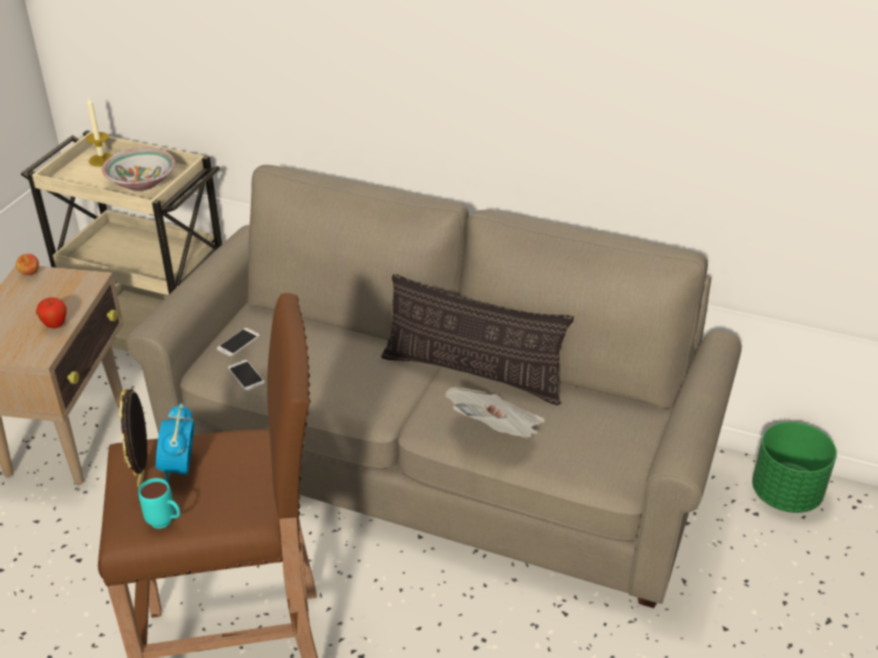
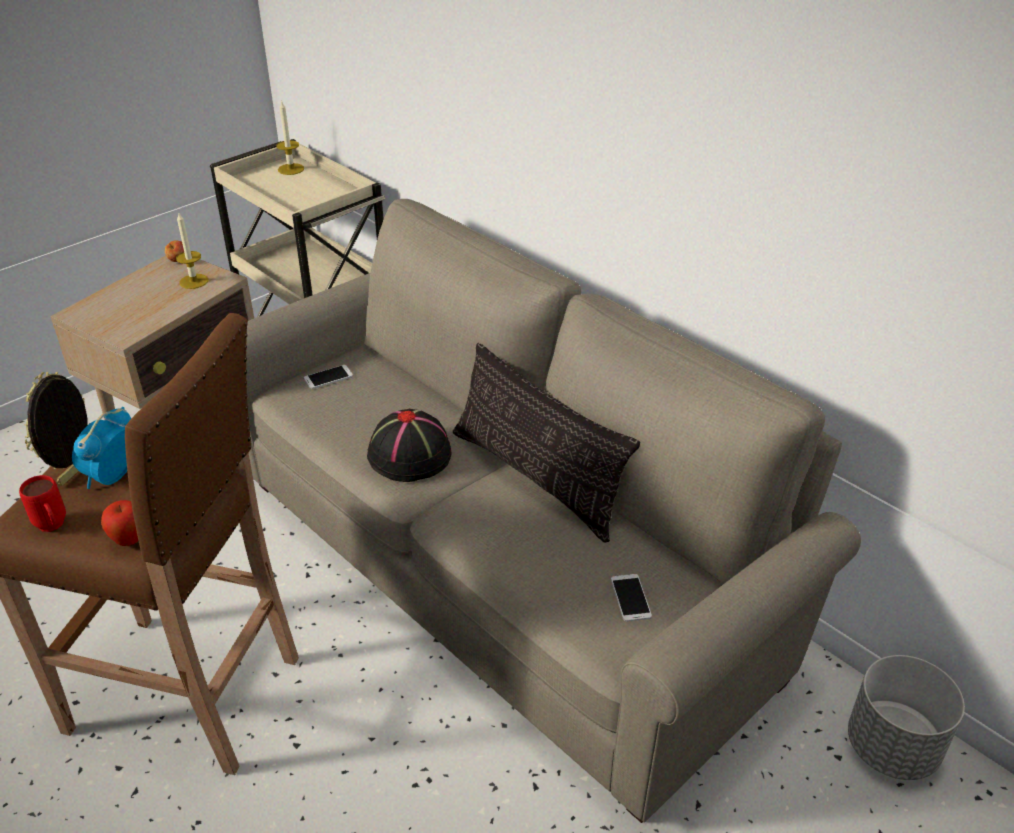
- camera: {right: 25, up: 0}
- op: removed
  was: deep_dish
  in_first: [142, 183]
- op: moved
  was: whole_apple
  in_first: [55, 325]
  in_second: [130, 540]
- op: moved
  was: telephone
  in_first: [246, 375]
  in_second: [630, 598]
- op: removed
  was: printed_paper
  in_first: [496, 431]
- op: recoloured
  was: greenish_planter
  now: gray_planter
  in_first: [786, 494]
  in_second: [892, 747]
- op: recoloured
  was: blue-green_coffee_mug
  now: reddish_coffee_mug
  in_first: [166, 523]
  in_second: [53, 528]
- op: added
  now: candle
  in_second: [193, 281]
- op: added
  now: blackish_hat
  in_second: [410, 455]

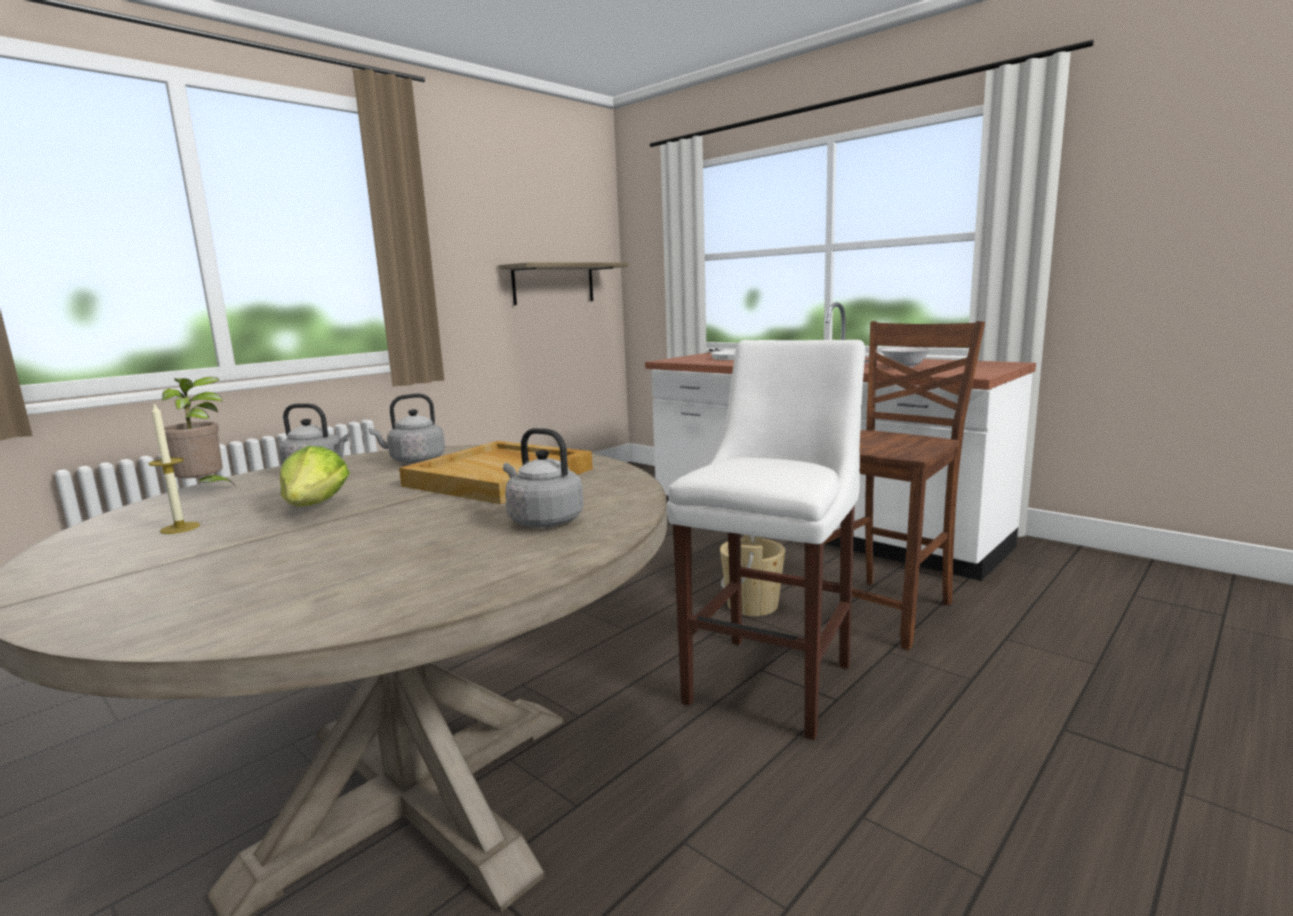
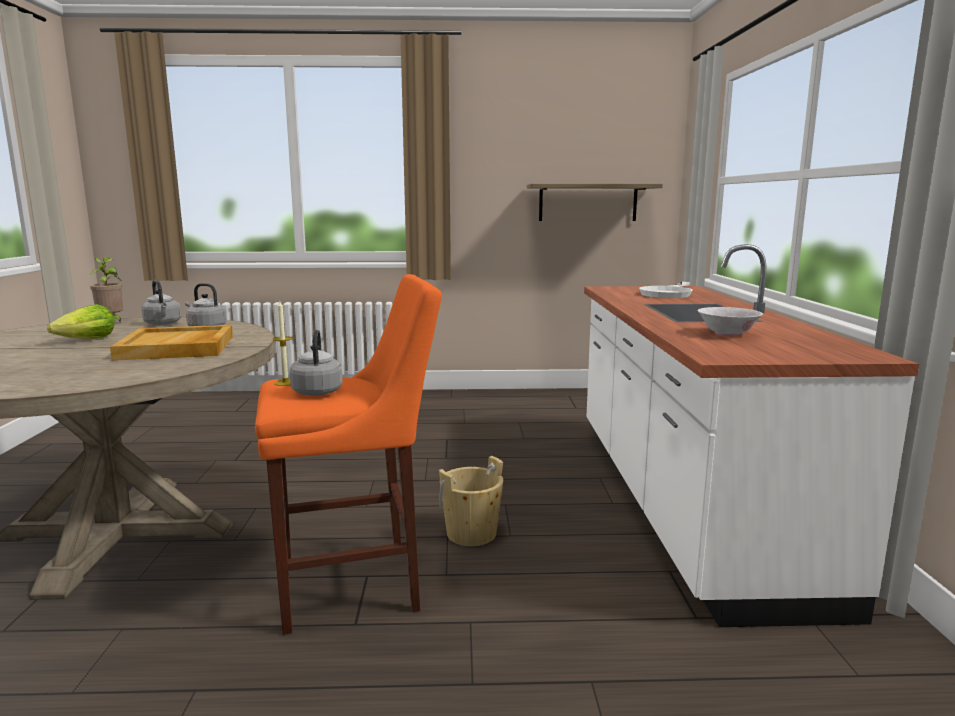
- camera: {right: 45, up: 0}
- op: removed
  was: brown_upright_chair
  in_first: [886, 611]
- op: recoloured
  was: white-coloured_sitting_stool
  now: orange-coloured_sitting_stool
  in_first: [773, 679]
  in_second: [357, 586]
- op: moved
  was: candle
  in_first: [180, 528]
  in_second: [285, 382]
- op: moved
  was: gray_kettle
  in_first: [543, 520]
  in_second: [317, 391]

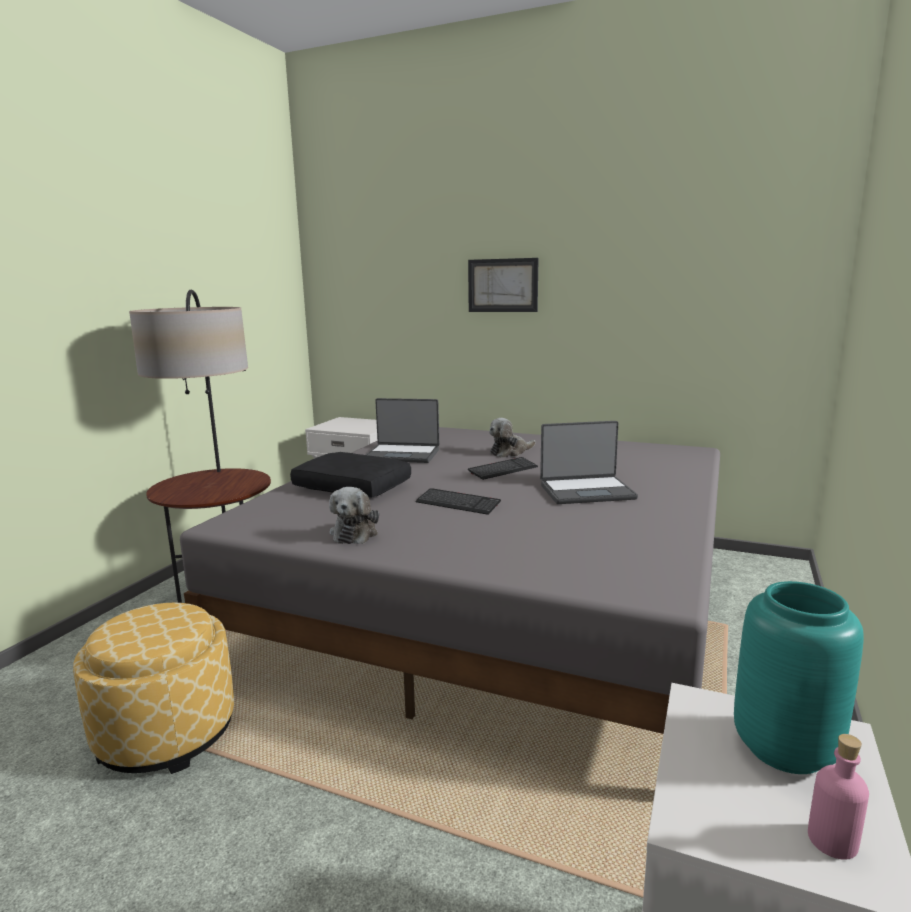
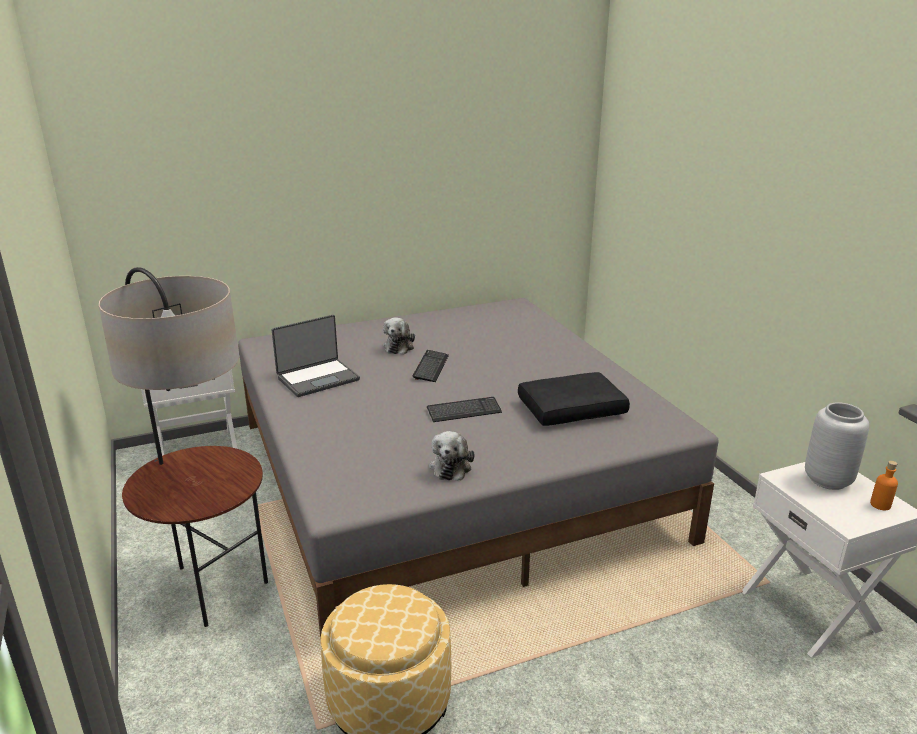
- camera: {right: -45, up: 10}
- op: removed
  was: wall_art
  in_first: [503, 285]
- op: removed
  was: portable_computer
  in_first: [586, 491]
- op: moved
  was: blackish_pillow
  in_first: [354, 486]
  in_second: [571, 408]
- op: turned
  was: soft_toy
  in_first: [355, 533]
  in_second: [451, 466]
  clockwise: 45
- op: recoloured
  was: blue-green_vase
  now: gray_vase
  in_first: [783, 747]
  in_second: [826, 480]
- op: recoloured
  was: pink-coloured_drink_bottle
  now: orange-coloured_drink_bottle
  in_first: [832, 840]
  in_second: [880, 505]

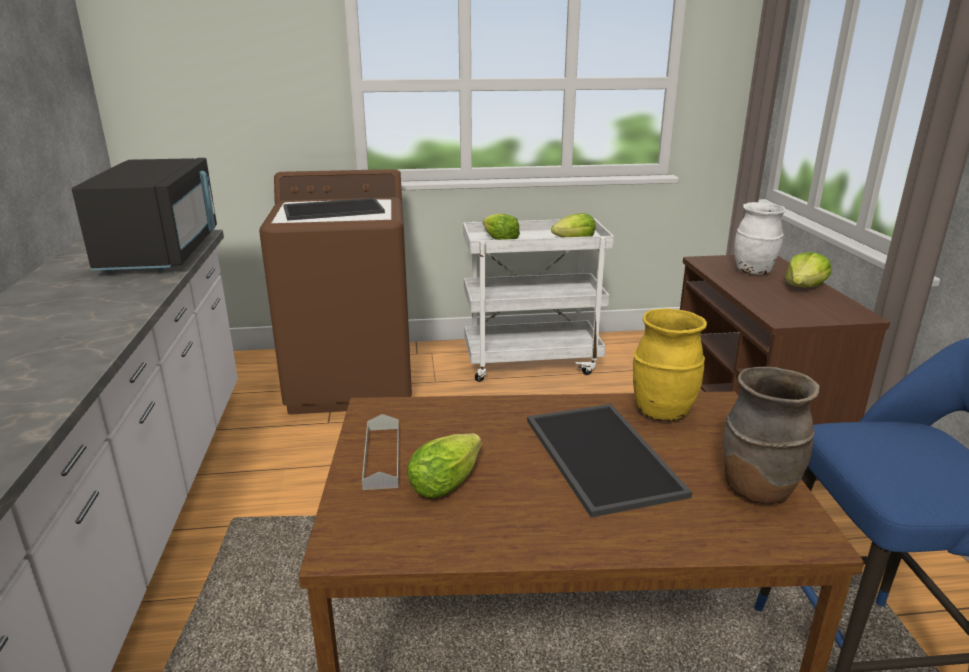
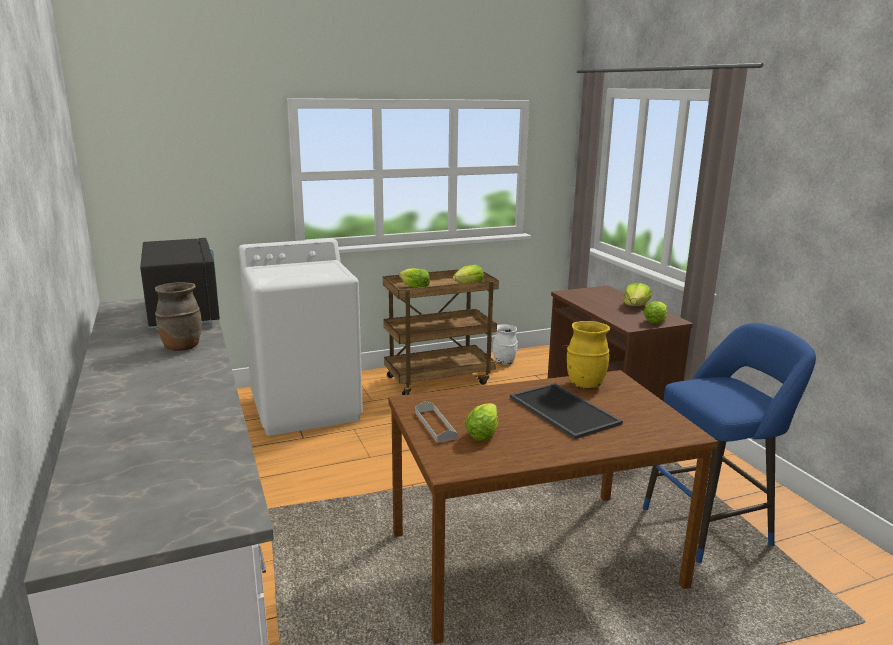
- camera: {right: -15, up: -5}
- op: recoloured
  was: brown_laundry_machine
  now: white-coloured_laundry_machine
  in_first: [352, 382]
  in_second: [306, 407]
- op: removed
  was: carrying_tray
  in_first: [334, 209]
- op: moved
  was: white-coloured_vase
  in_first: [753, 271]
  in_second: [504, 362]
- op: recoloured
  was: white-coloured_wheeled_cart
  now: brown_wheeled_cart
  in_first: [532, 362]
  in_second: [439, 379]
- op: moved
  was: brown_vase
  in_first: [756, 489]
  in_second: [181, 347]
- op: added
  now: lettuce
  in_second: [656, 320]

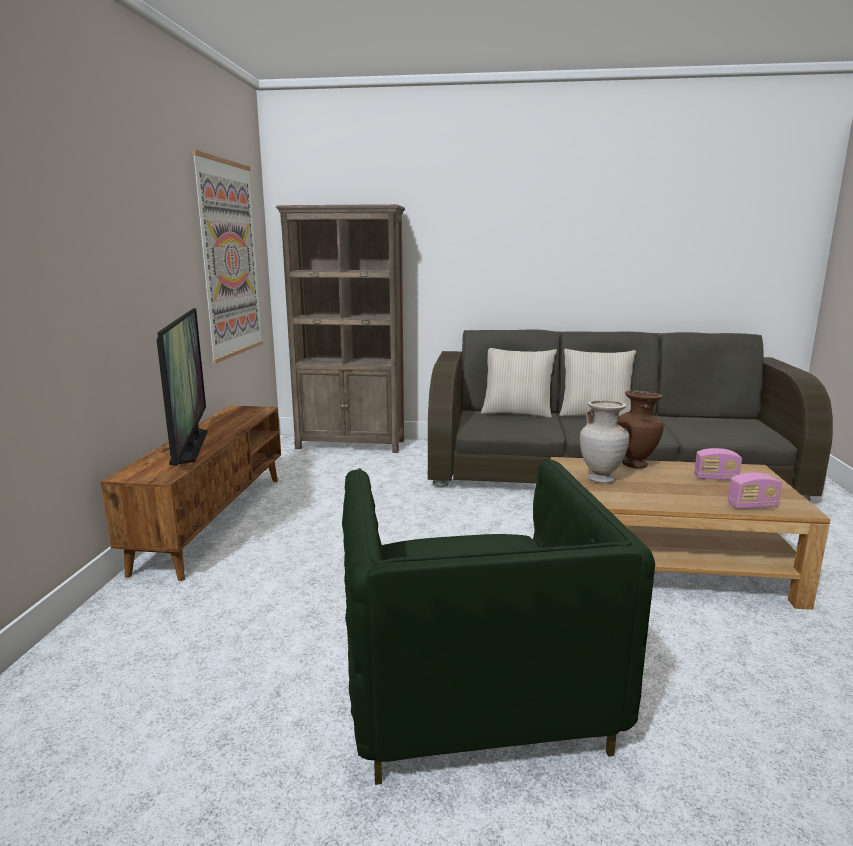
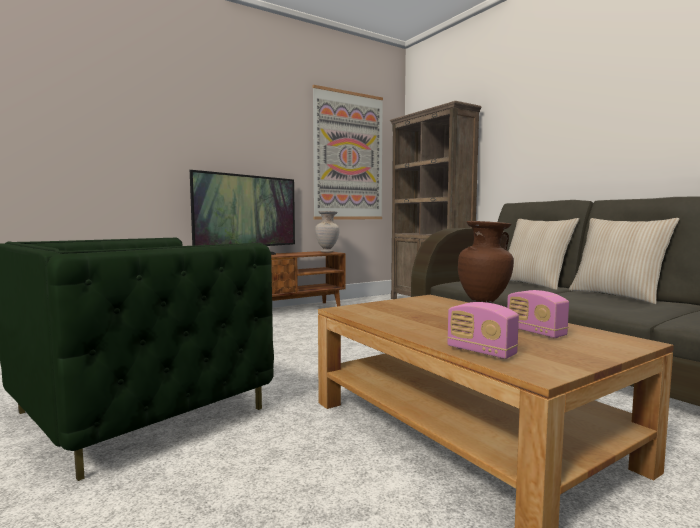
- camera: {right: 50, up: -10}
- op: moved
  was: sand-coloured_vase
  in_first: [601, 479]
  in_second: [327, 252]

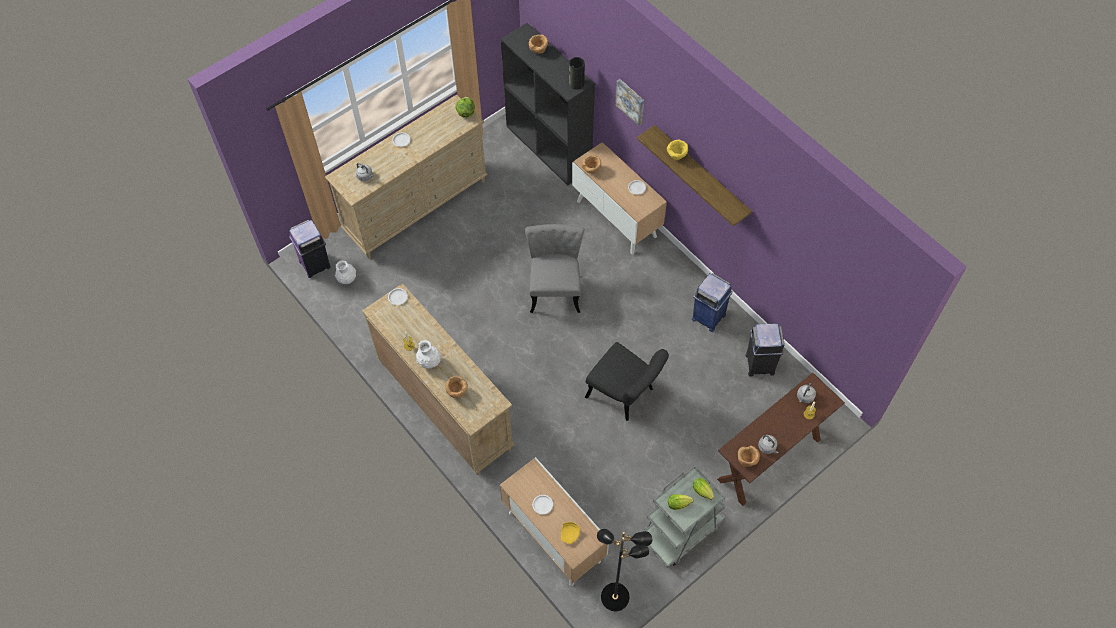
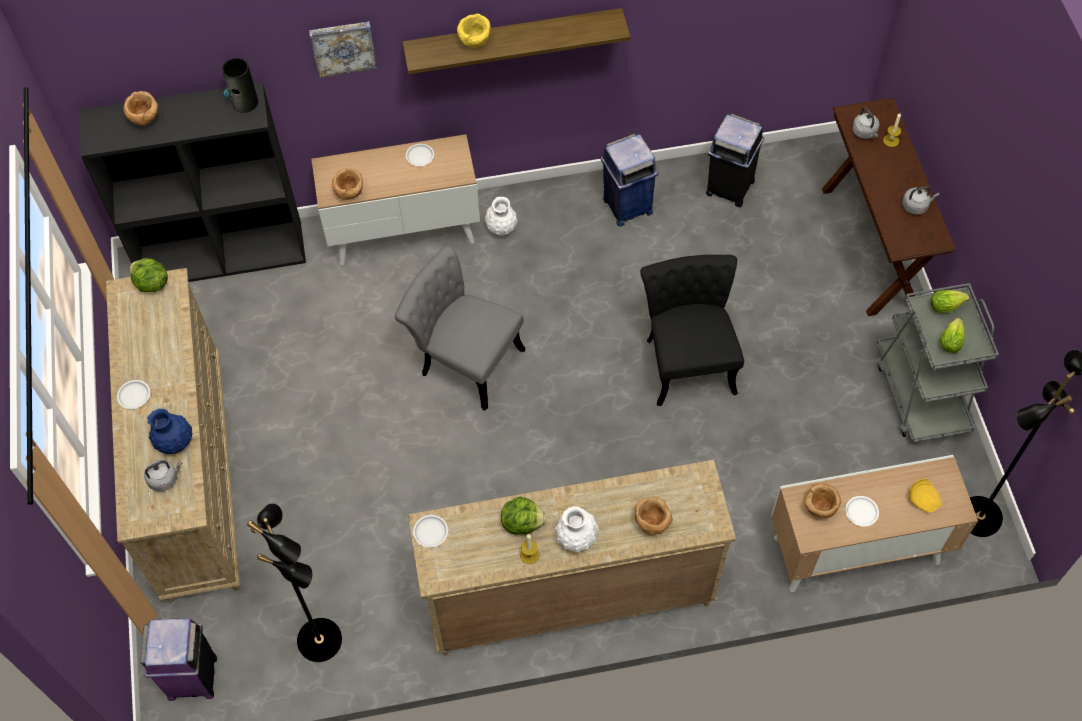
- camera: {right: -60, up: 0}
- op: moved
  was: white-coloured_vase
  in_first: [347, 279]
  in_second: [501, 228]
- op: turned
  was: blackish_upright_chair
  in_first: [624, 395]
  in_second: [687, 359]
  clockwise: -75
- op: moved
  was: brown_deep_dish
  in_first: [746, 460]
  in_second: [819, 508]
- op: added
  now: blue-coloured_vase
  in_second: [175, 443]
- op: added
  now: lettuce
  in_second: [522, 523]
- op: added
  now: blackish_floor_lamp
  in_second: [321, 640]

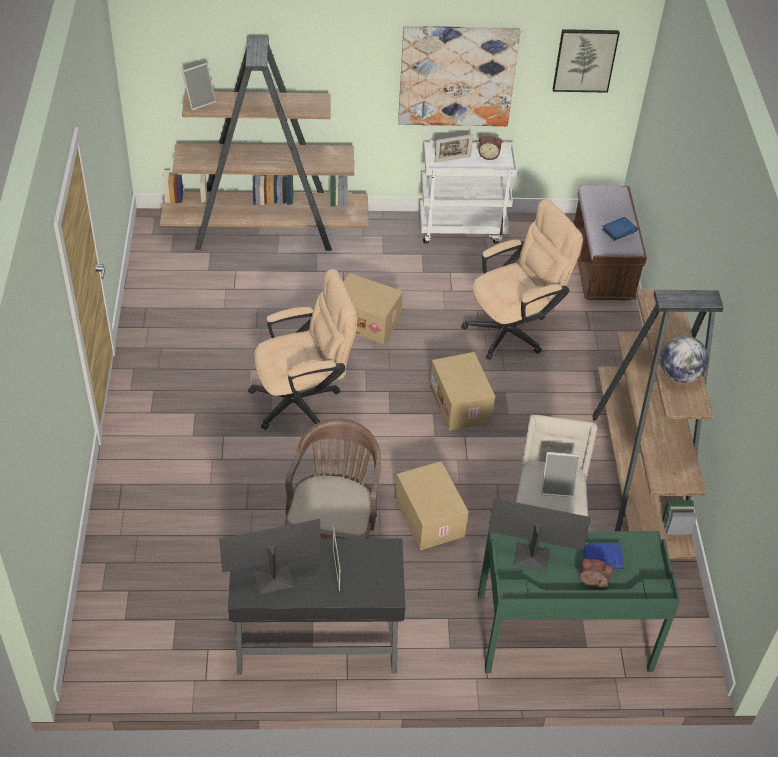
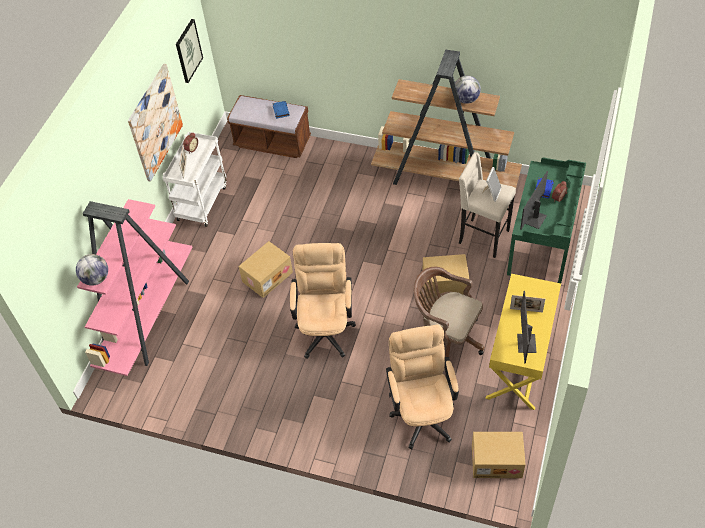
- camera: {right: -65, up: 5}
- op: recoloured
  was: brown_bookcase
  now: pink-coloured_bookcase
  in_first: [267, 230]
  in_second: [148, 315]
- op: replaced
  was: photo_frame
  now: globe
  in_first: [199, 101]
  in_second: [96, 279]
- op: moved
  was: sand-coloured_office_chair
  in_first: [514, 329]
  in_second: [422, 412]
- op: moved
  was: carton
  in_first: [461, 404]
  in_second: [497, 461]
- op: recoloured
  was: blackish_desk_table
  now: yellow_desk_table
  in_first: [317, 640]
  in_second: [520, 362]

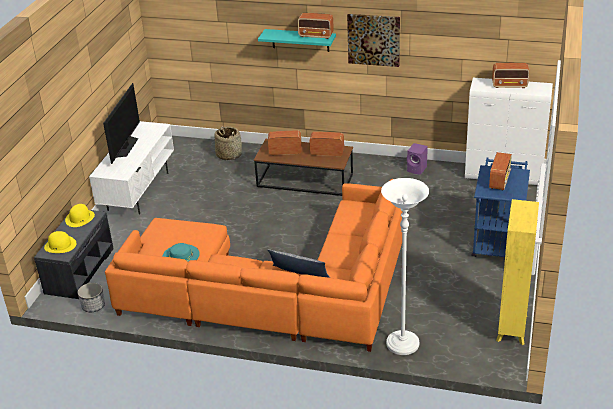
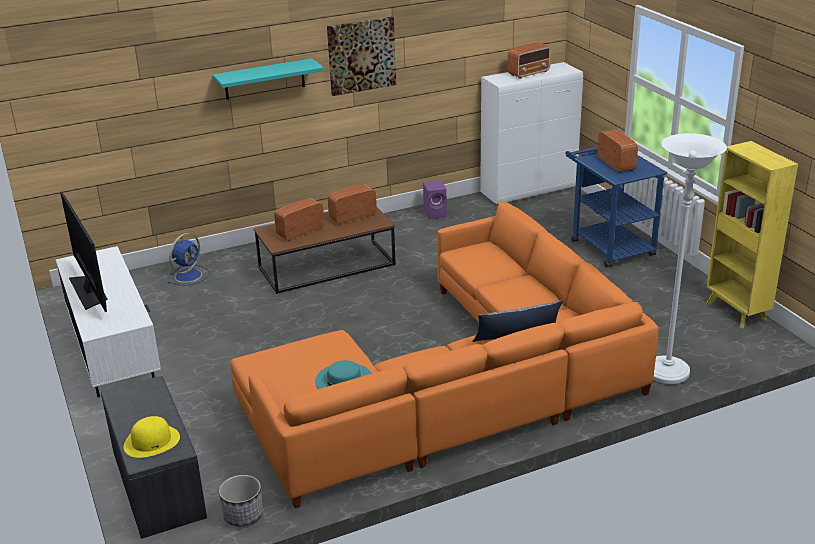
- camera: {right: -40, up: -5}
- op: removed
  was: radio
  in_first: [316, 35]
- op: replaced
  was: household_basket
  now: blue-coloured_fan
  in_first: [229, 155]
  in_second: [189, 275]
- op: removed
  was: yellow_hat
  in_first: [80, 218]

